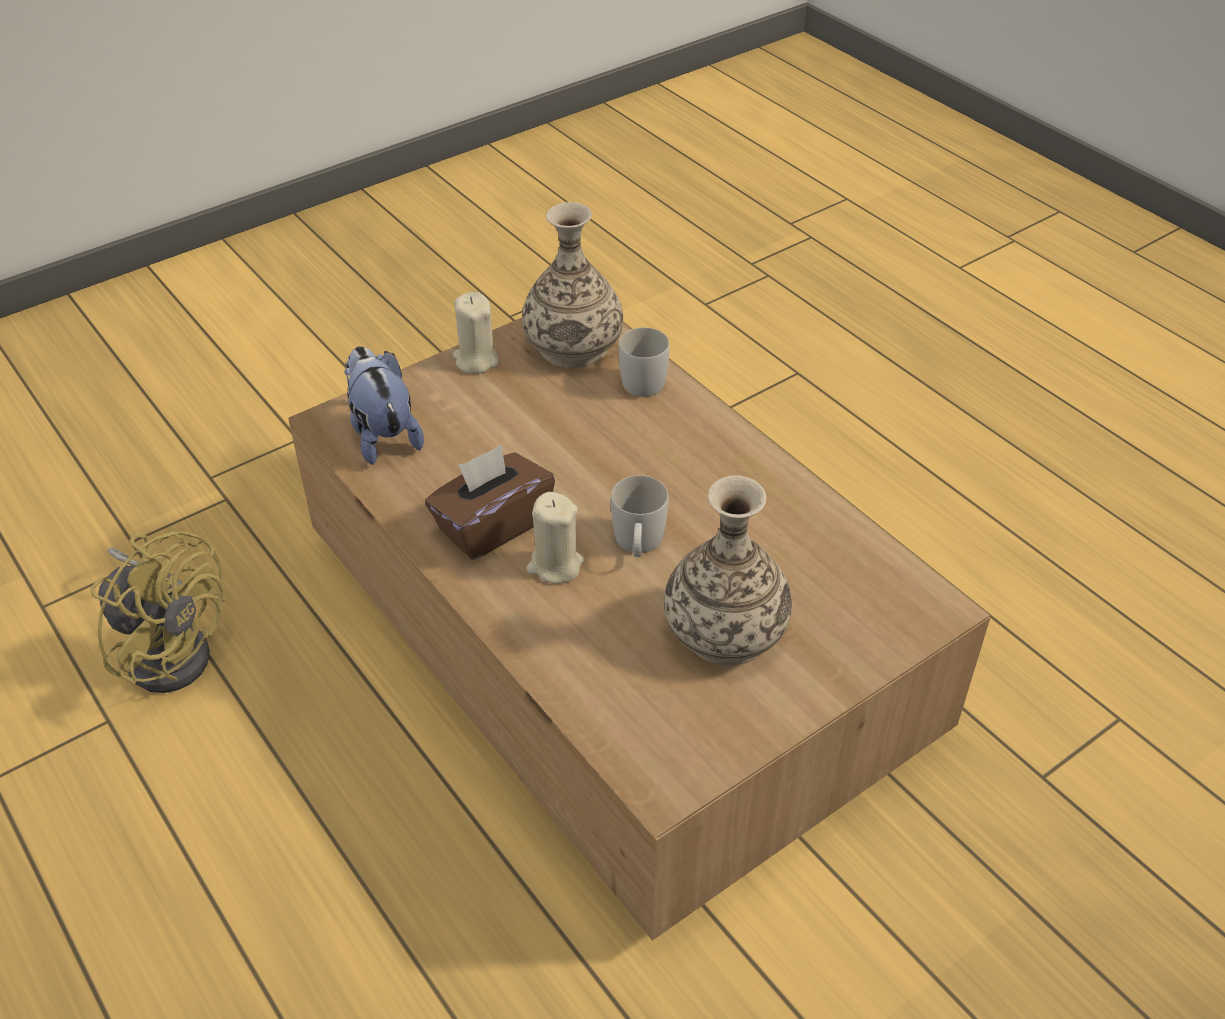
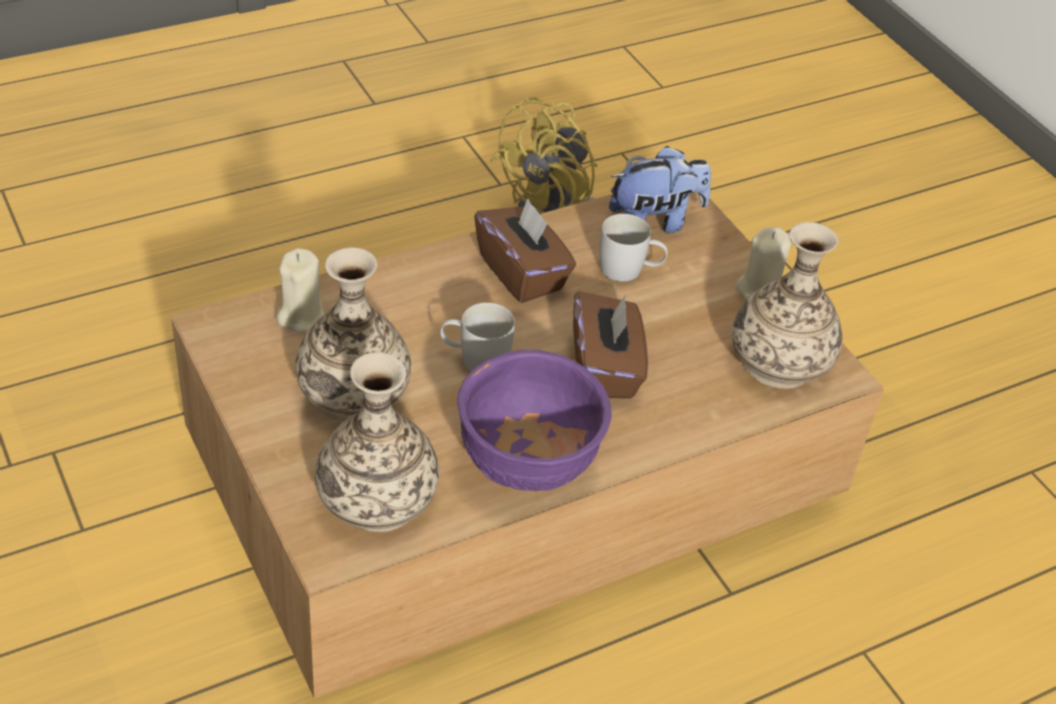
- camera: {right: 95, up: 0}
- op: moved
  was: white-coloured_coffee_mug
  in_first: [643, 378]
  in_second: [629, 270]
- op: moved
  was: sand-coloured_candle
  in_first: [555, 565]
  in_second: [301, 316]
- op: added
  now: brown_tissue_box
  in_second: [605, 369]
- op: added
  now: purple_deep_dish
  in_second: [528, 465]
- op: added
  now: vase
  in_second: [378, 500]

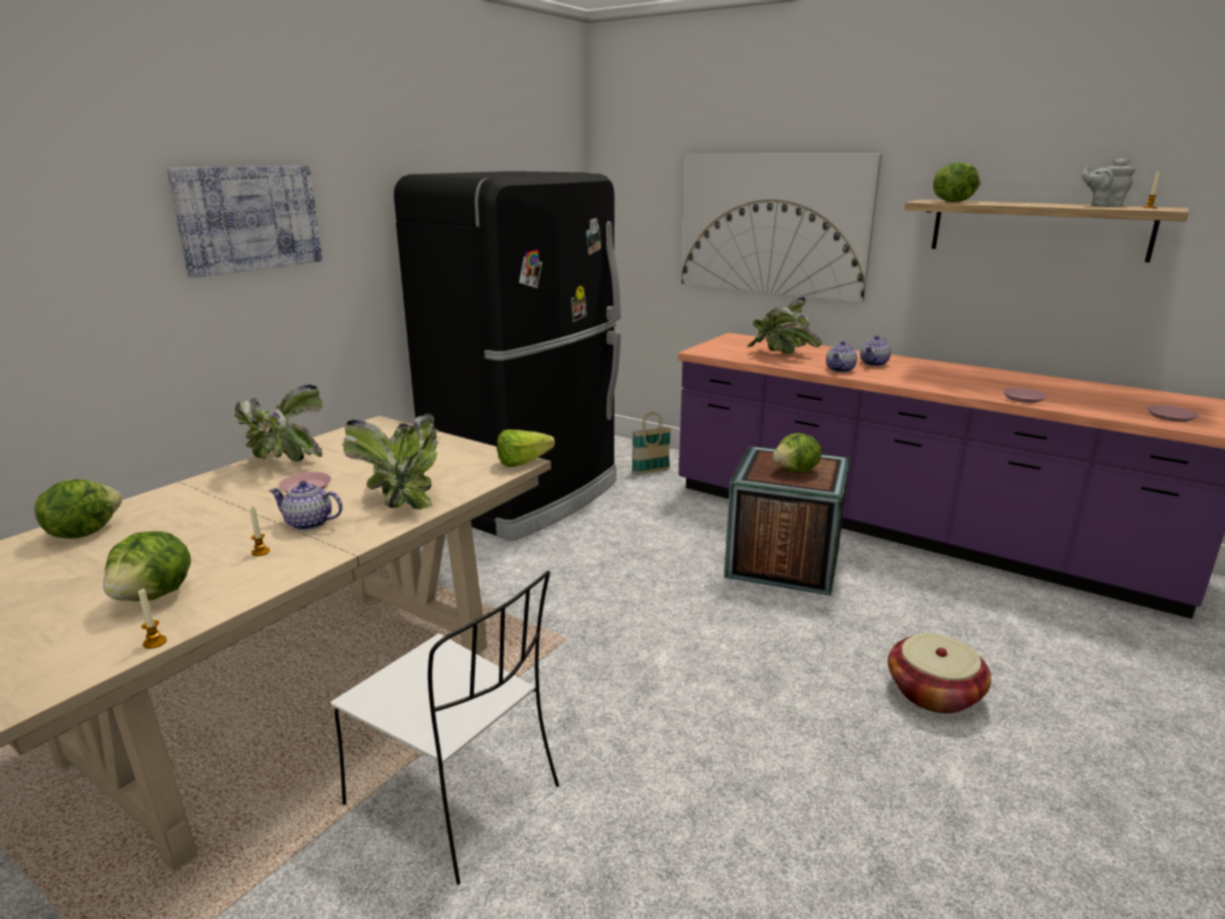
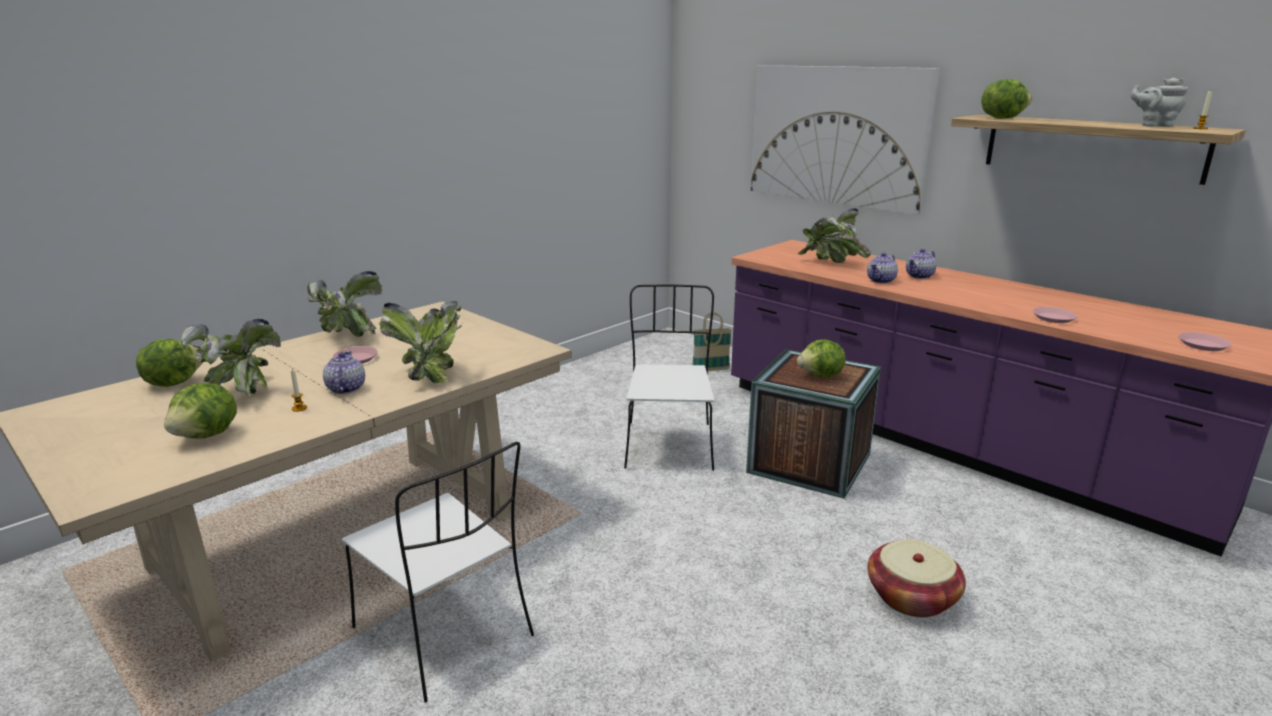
- camera: {right: 10, up: 0}
- op: removed
  was: wall_art
  in_first: [249, 218]
- op: removed
  was: blackish_refrigerator
  in_first: [528, 496]
- op: removed
  was: lettuce
  in_first: [528, 462]
- op: turned
  was: tea_pot
  in_first: [308, 523]
  in_second: [345, 388]
  clockwise: 60
- op: removed
  was: candle
  in_first: [155, 642]
- op: added
  now: white-coloured_upright_chair
  in_second: [669, 444]
- op: added
  now: houseplant
  in_second: [241, 392]

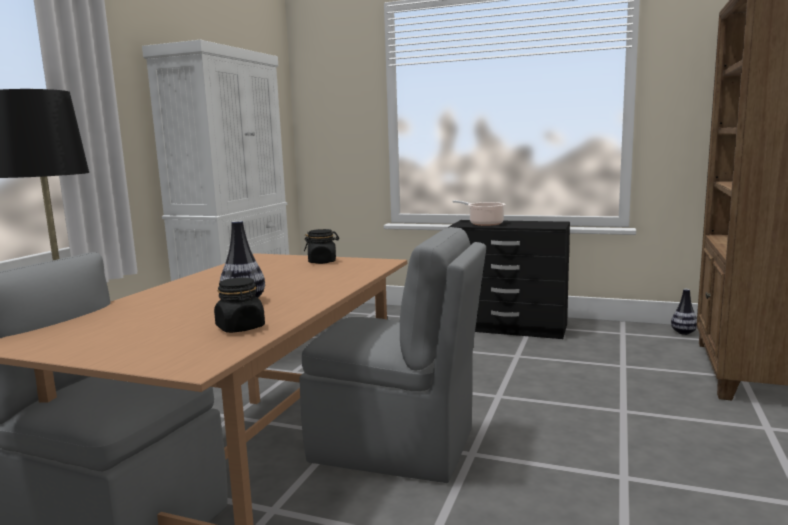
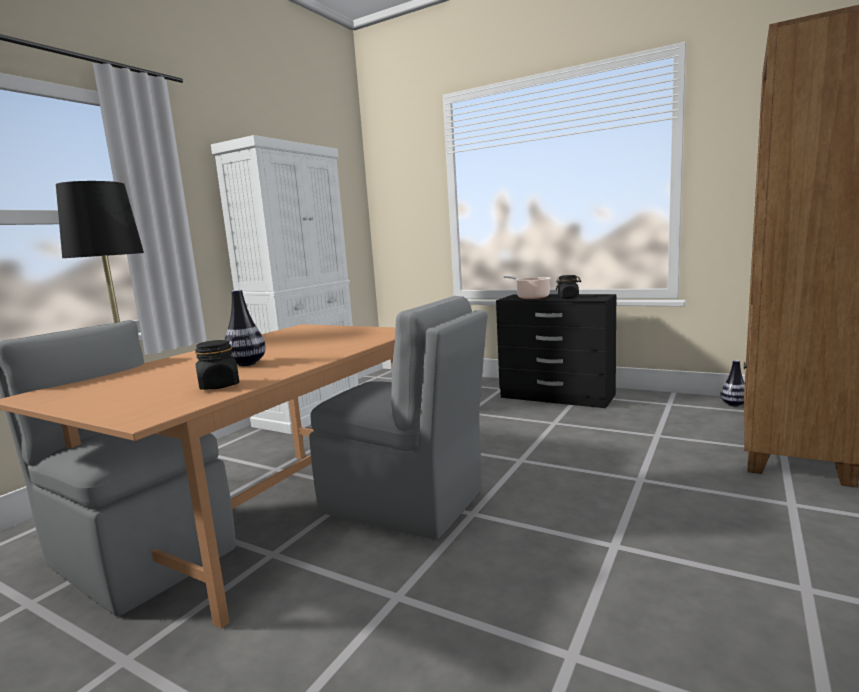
- camera: {right: 10, up: 0}
- op: moved
  was: blackish_preserve_jar
  in_first: [322, 261]
  in_second: [568, 297]

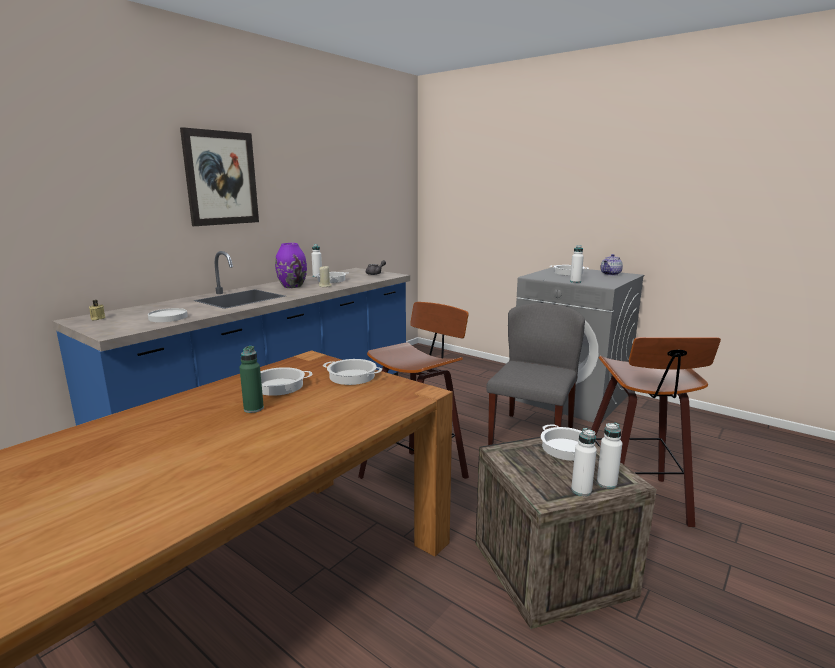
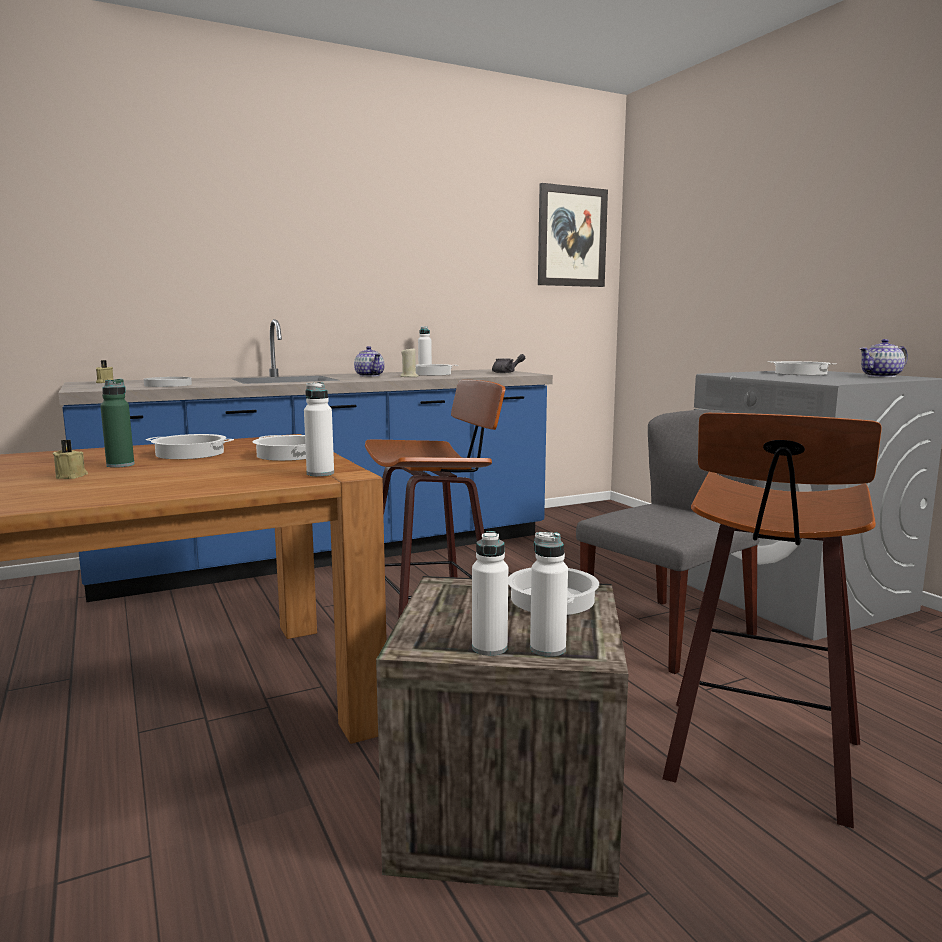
- camera: {right: 25, up: -5}
- op: moved
  was: wall_art
  in_first: [221, 178]
  in_second: [571, 237]
- op: replaced
  was: purple_vase
  now: tea_pot
  in_first: [292, 286]
  in_second: [369, 375]
- op: moved
  was: white-coloured_drink_bottle
  in_first: [575, 282]
  in_second: [320, 473]
- op: added
  now: sand-coloured_candle
  in_second: [71, 476]

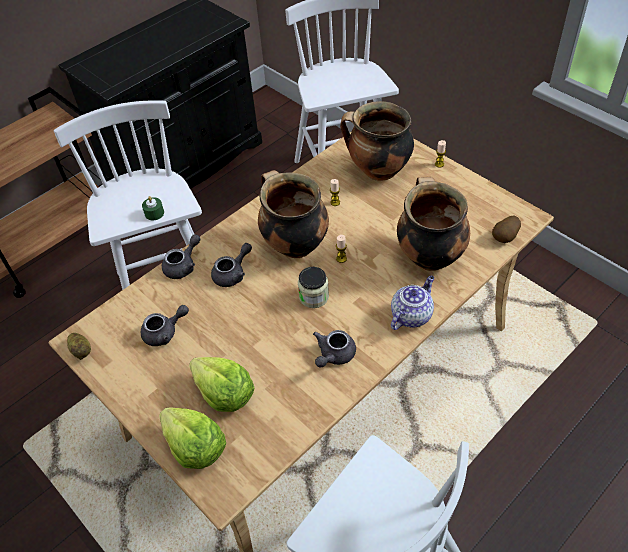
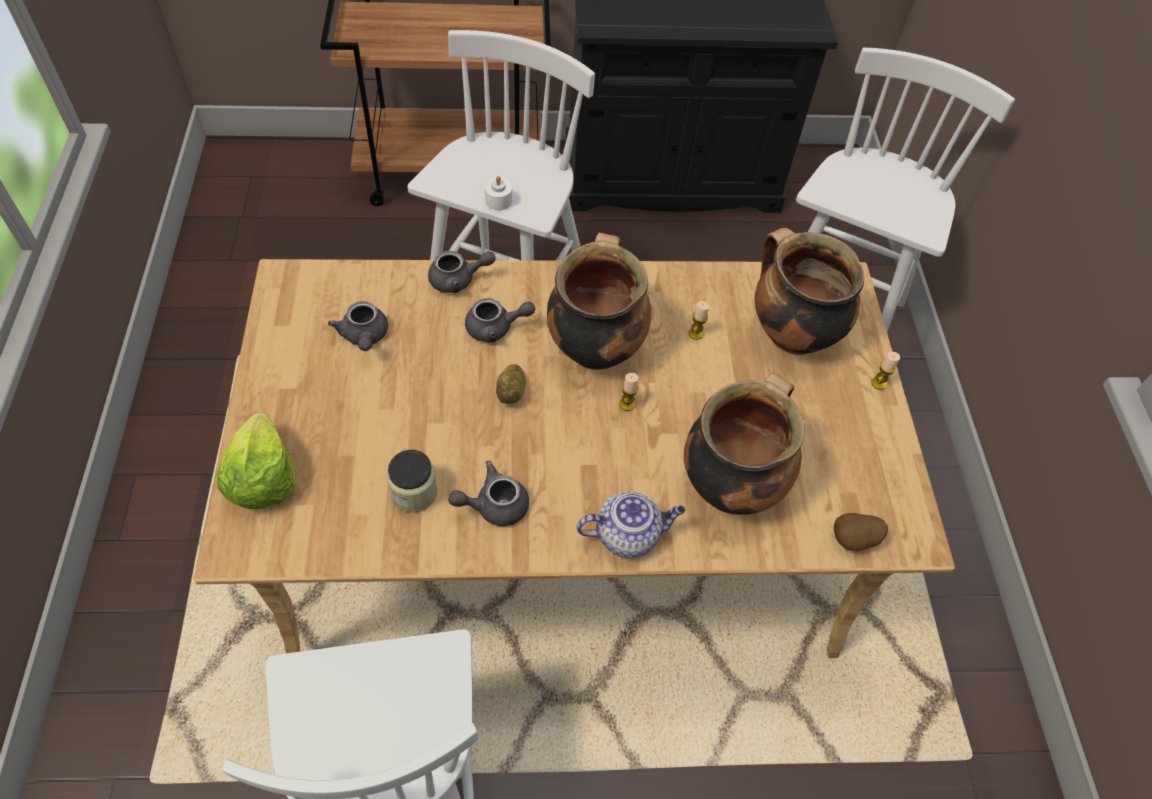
- camera: {right: 35, up: 5}
- op: recoloured
  was: greenish_candle
  now: white-coloured_candle
  in_first: [154, 213]
  in_second: [498, 200]
- op: moved
  was: preserve_jar
  in_first: [314, 297]
  in_second: [414, 492]
- op: turned
  was: gray_tea_pot
  in_first: [165, 333]
  in_second: [364, 337]
  clockwise: 60
- op: moved
  was: whole_potato
  in_first: [82, 350]
  in_second: [512, 392]
- op: removed
  was: lettuce
  in_first: [224, 393]

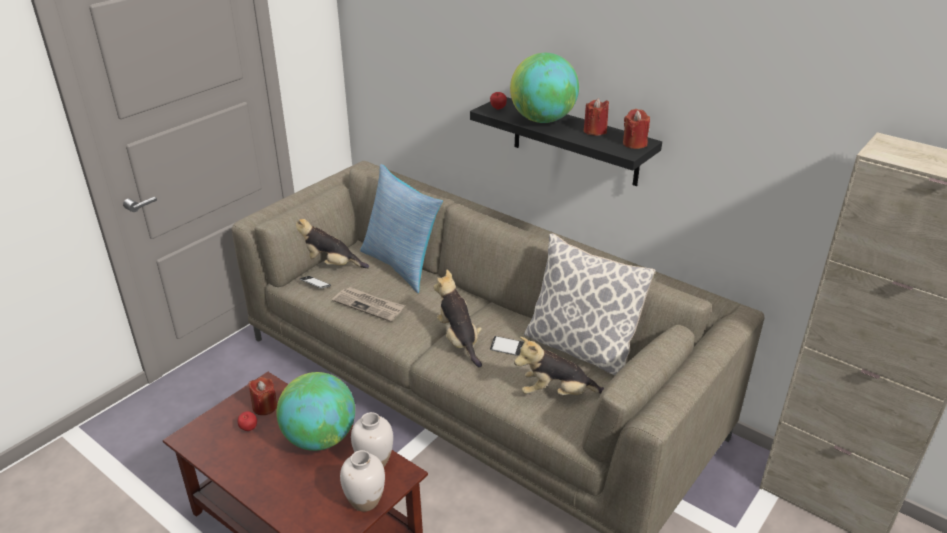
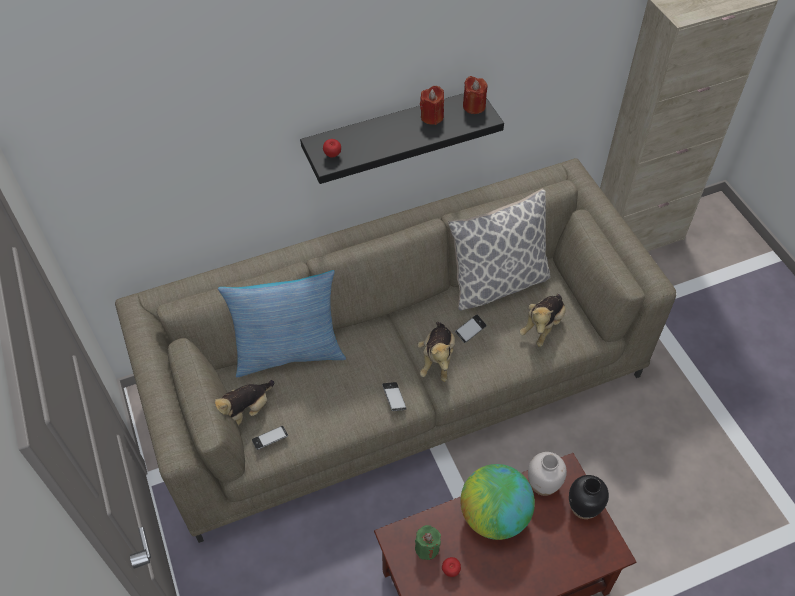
- camera: {right: -60, up: 20}
- op: removed
  was: globe
  in_first: [542, 120]
- op: turned
  was: soft_toy
  in_first: [459, 341]
  in_second: [437, 359]
  clockwise: -90
- op: removed
  was: printed_paper
  in_first: [369, 305]
- op: recoloured
  was: reddish_candle
  now: greenish_candle
  in_first: [265, 407]
  in_second: [427, 548]
- op: recoloured
  was: white-coloured_vase
  now: blackish_vase
  in_first: [365, 501]
  in_second: [583, 508]
- op: added
  now: telephone
  in_second: [394, 398]

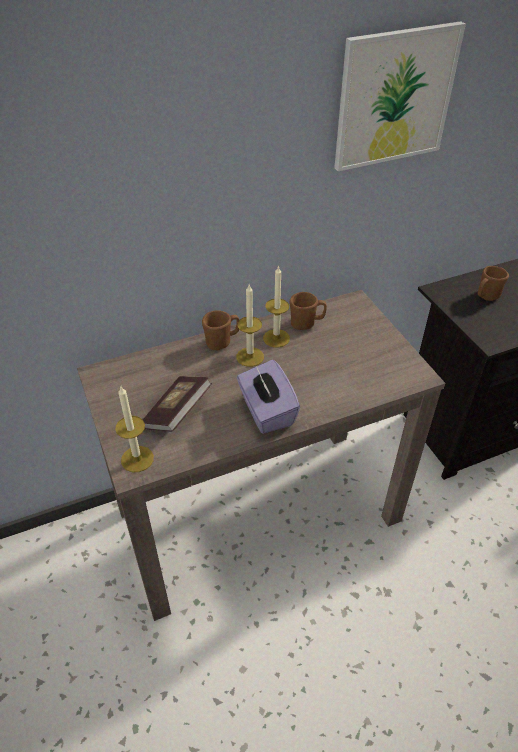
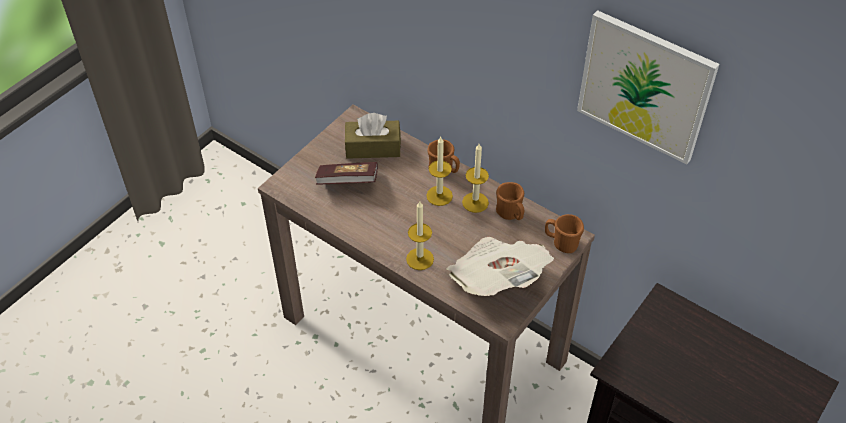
- camera: {right: 60, up: 5}
- op: moved
  was: brown_coffee_mug
  in_first: [486, 296]
  in_second: [561, 243]
- op: removed
  was: purple_tissue_box
  in_first: [266, 411]
- op: moved
  was: candle
  in_first: [137, 459]
  in_second: [420, 259]
- op: added
  now: brown_tissue_box
  in_second: [373, 147]
- op: added
  now: printed_paper
  in_second: [496, 280]

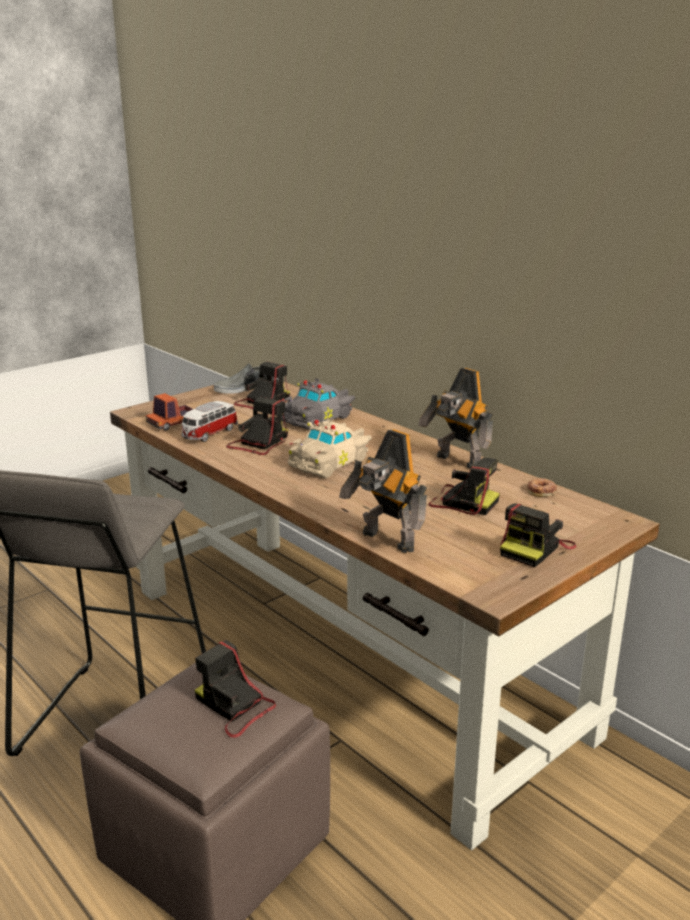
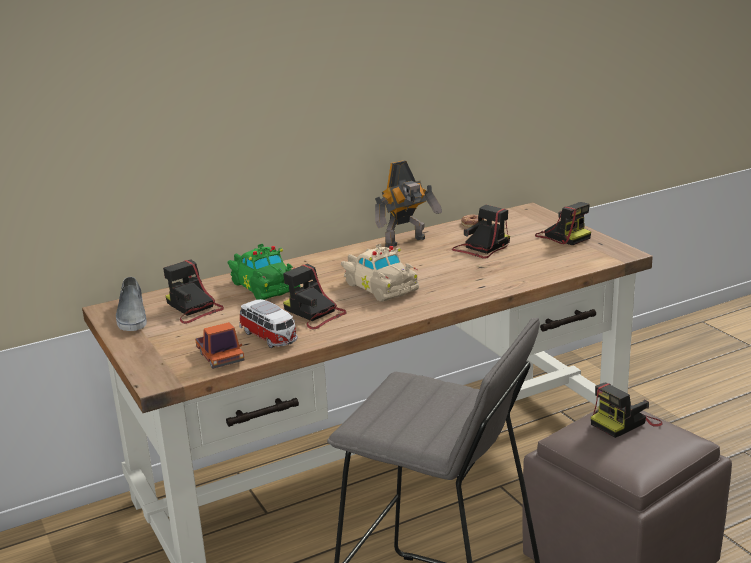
- camera: {right: -75, up: 0}
- op: recoloured
  was: gray_toy_car
  now: greenish_toy_car
  in_first: [318, 418]
  in_second: [264, 285]
- op: removed
  was: toy_robot
  in_first: [386, 542]

